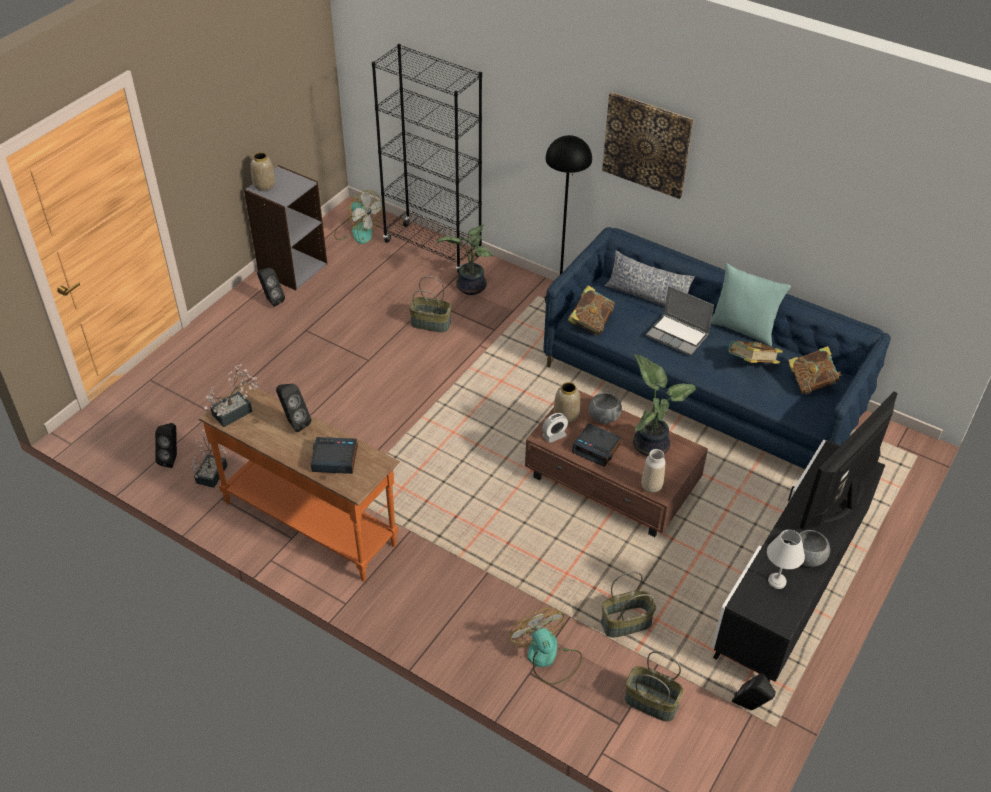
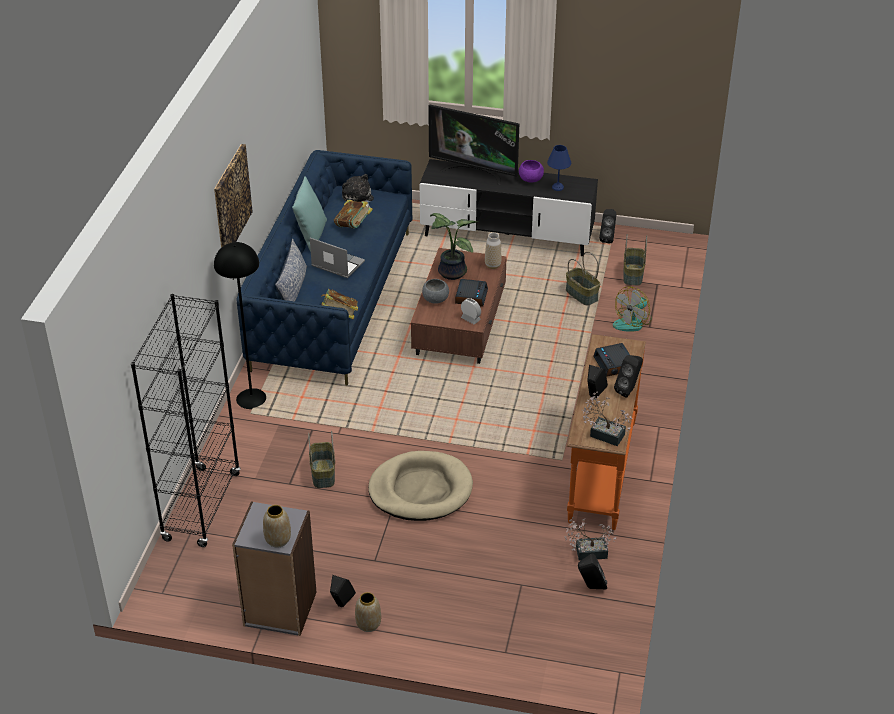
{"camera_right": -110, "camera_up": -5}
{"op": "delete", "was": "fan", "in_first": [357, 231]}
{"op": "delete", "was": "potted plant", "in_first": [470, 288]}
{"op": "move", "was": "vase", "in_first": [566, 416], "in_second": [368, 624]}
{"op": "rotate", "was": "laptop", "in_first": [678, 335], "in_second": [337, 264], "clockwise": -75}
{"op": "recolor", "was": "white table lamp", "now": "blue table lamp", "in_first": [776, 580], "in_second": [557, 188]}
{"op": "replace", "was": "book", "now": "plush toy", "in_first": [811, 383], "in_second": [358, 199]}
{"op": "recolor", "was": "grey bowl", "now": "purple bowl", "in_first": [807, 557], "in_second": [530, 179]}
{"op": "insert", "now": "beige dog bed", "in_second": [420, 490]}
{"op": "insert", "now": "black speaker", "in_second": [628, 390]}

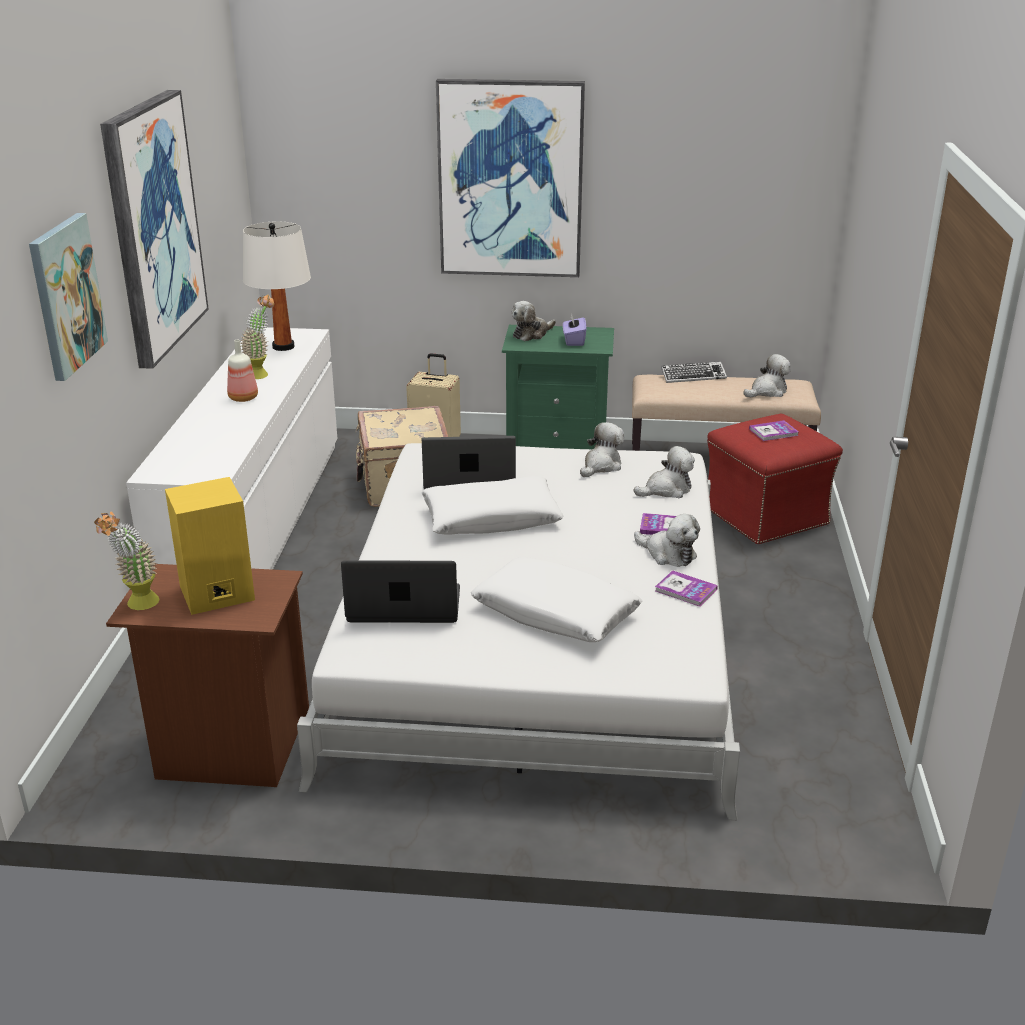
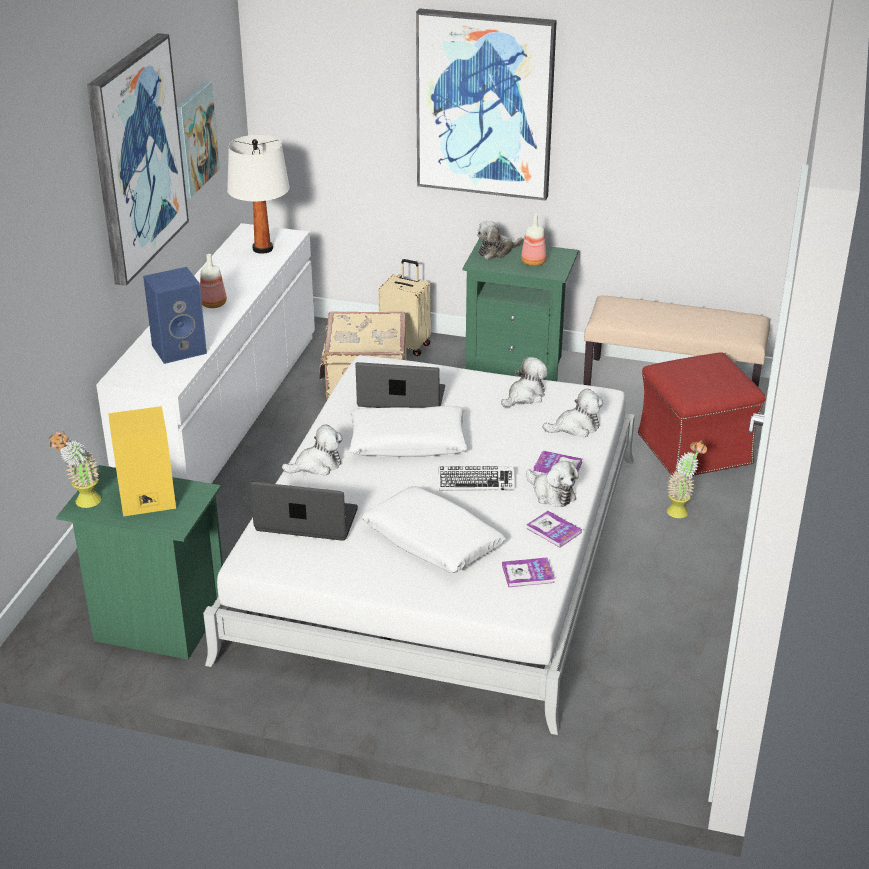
{"camera_right": 10, "camera_up": 5}
{"op": "move", "was": "picture", "in_first": [66, 295], "in_second": [195, 139]}
{"op": "recolor", "was": "brown nightstand", "now": "green nightstand", "in_first": [228, 752], "in_second": [156, 625]}
{"op": "move", "was": "potted plant", "in_first": [262, 373], "in_second": [681, 510]}
{"op": "replace", "was": "purple tissue box", "now": "bottle", "in_first": [574, 341], "in_second": [534, 262]}
{"op": "move", "was": "keyboard", "in_first": [693, 376], "in_second": [476, 482]}
{"op": "move", "was": "plush toy", "in_first": [767, 391], "in_second": [317, 465]}
{"op": "move", "was": "book", "in_first": [773, 432], "in_second": [528, 574]}
{"op": "insert", "now": "blue speaker", "in_second": [180, 348]}

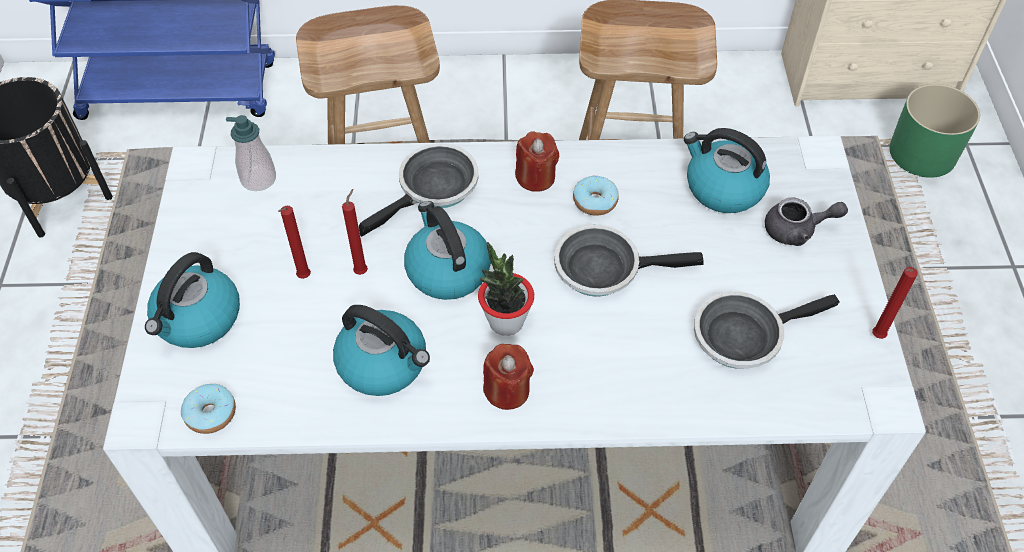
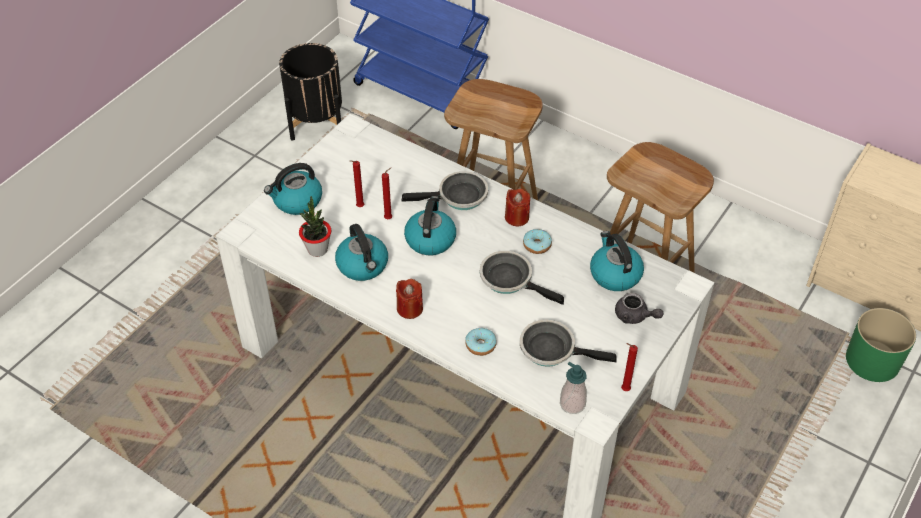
{"camera_right": 35, "camera_up": -5}
{"op": "move", "was": "donut", "in_first": [211, 414], "in_second": [480, 345]}
{"op": "move", "was": "soap dispenser", "in_first": [258, 179], "in_second": [572, 404]}
{"op": "move", "was": "potted plant", "in_first": [506, 321], "in_second": [317, 249]}

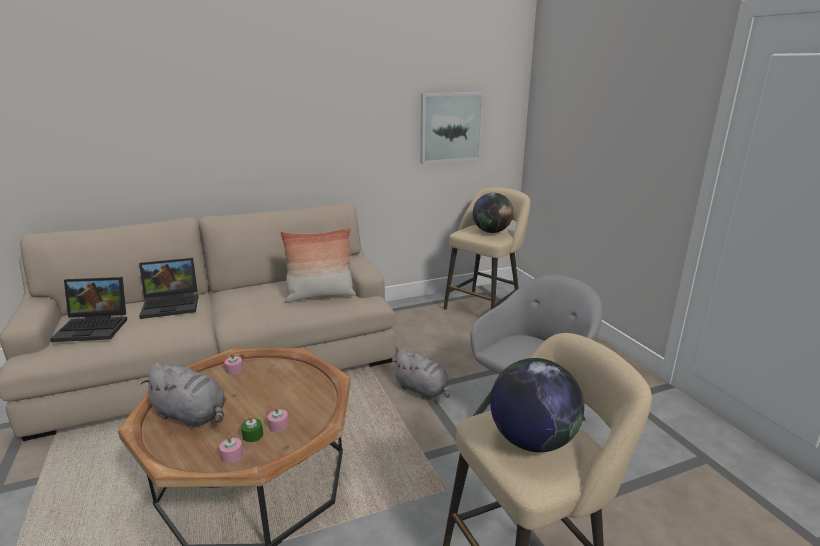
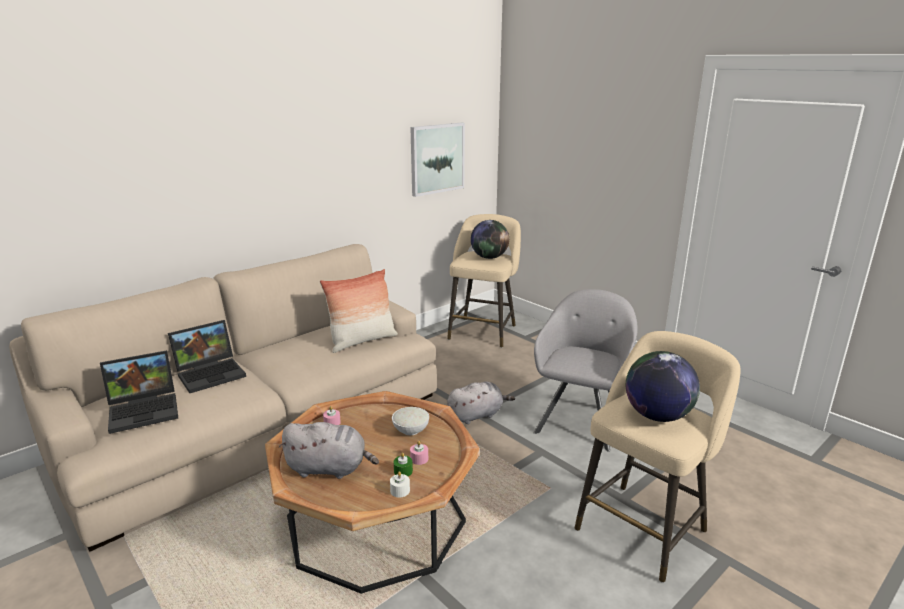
{"camera_right": -20, "camera_up": 0}
{"op": "recolor", "was": "pink candle", "now": "white candle", "in_first": [232, 455], "in_second": [400, 490]}
{"op": "rotate", "was": "grey plush toy", "in_first": [422, 390], "in_second": [477, 415], "clockwise": -45}
{"op": "insert", "now": "white bowl", "in_second": [411, 430]}

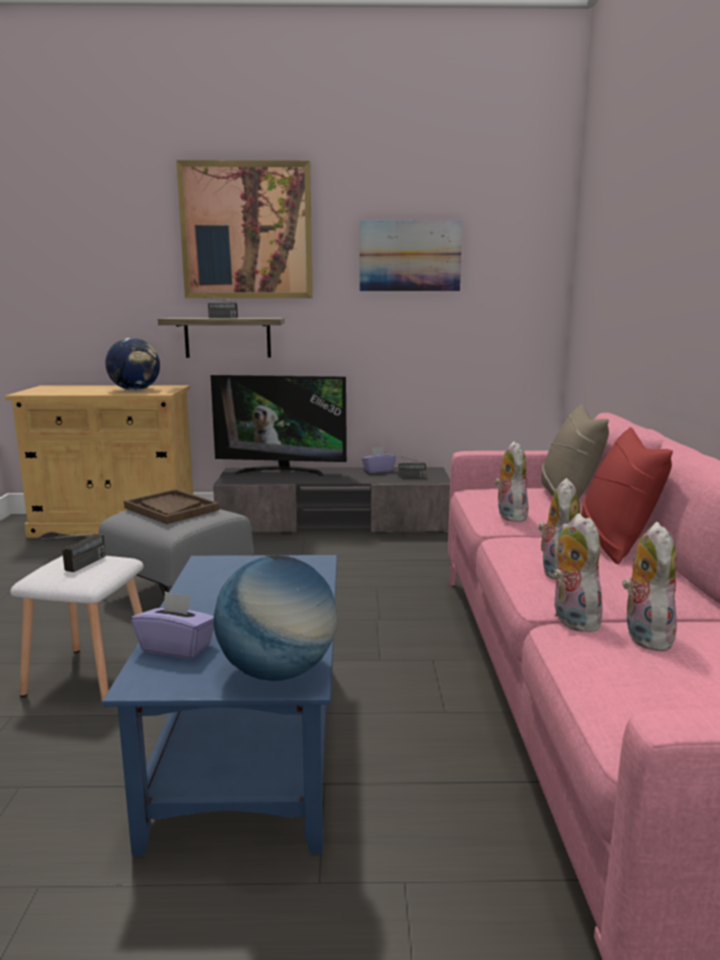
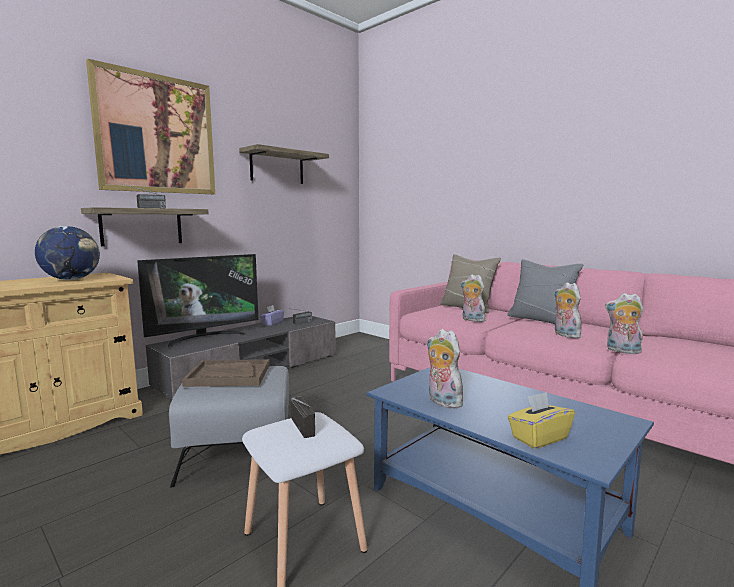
{"camera_right": -45, "camera_up": -5}
{"op": "recolor", "was": "purple tissue box", "now": "yellow tissue box", "in_first": [177, 647], "in_second": [539, 438]}
{"op": "delete", "was": "globe", "in_first": [277, 672]}
{"op": "replace", "was": "picture", "now": "shelf", "in_first": [410, 256], "in_second": [277, 167]}
{"op": "recolor", "was": "red pillow", "now": "grey pillow", "in_first": [615, 543], "in_second": [541, 320]}
{"op": "move", "was": "plush toy", "in_first": [643, 635], "in_second": [442, 402]}

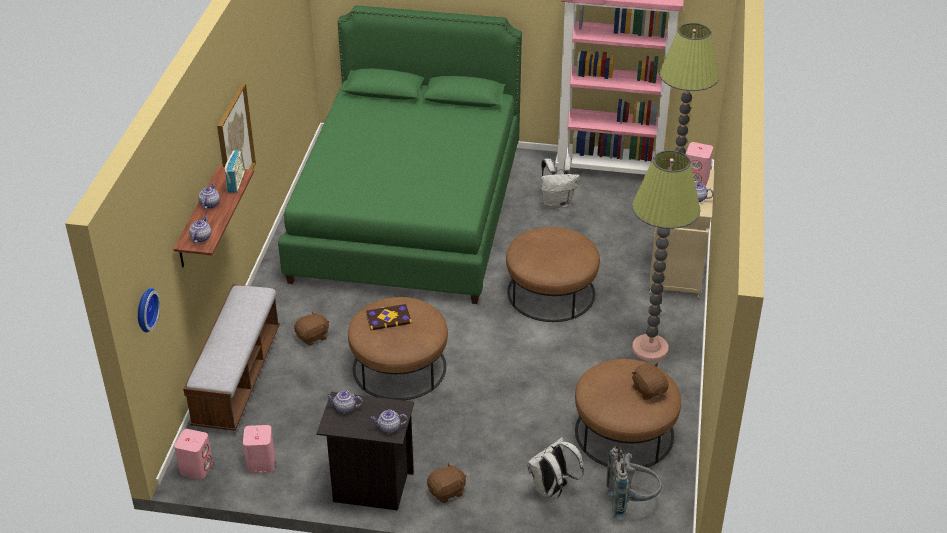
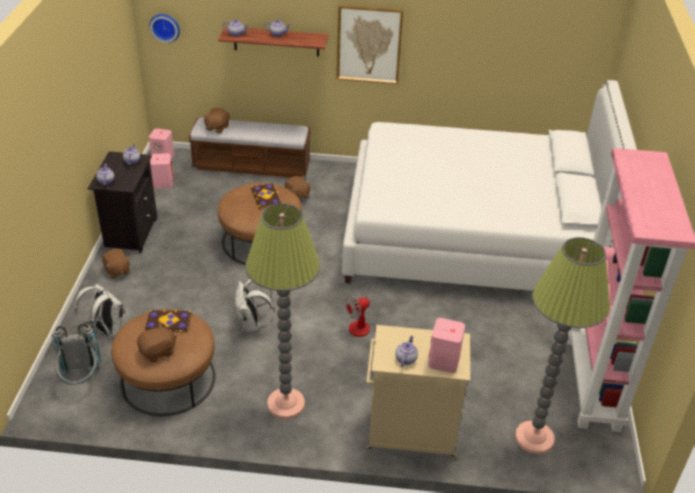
{"camera_right": 85, "camera_up": 0}
{"op": "delete", "was": "radio", "in_first": [236, 182]}
{"op": "recolor", "was": "green bed", "now": "white bed", "in_first": [408, 212], "in_second": [471, 237]}
{"op": "replace", "was": "brown ottoman", "now": "fan", "in_first": [551, 292], "in_second": [367, 331]}
{"op": "move", "was": "white backpack", "in_first": [557, 203], "in_second": [252, 325]}
{"op": "insert", "now": "book", "in_second": [168, 322]}
{"op": "insert", "now": "brown plush toy", "in_second": [217, 128]}

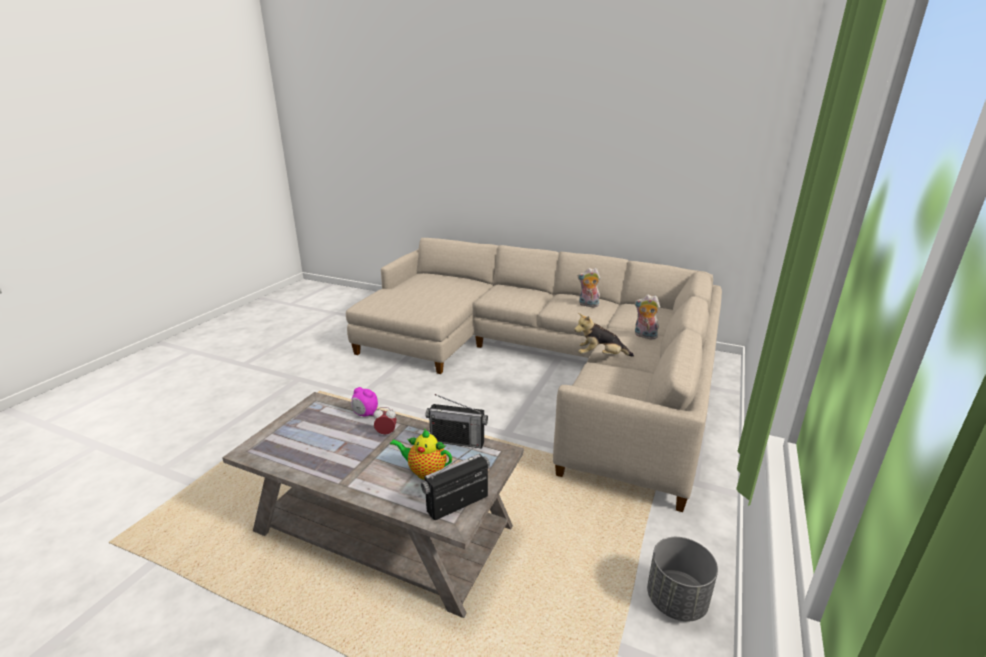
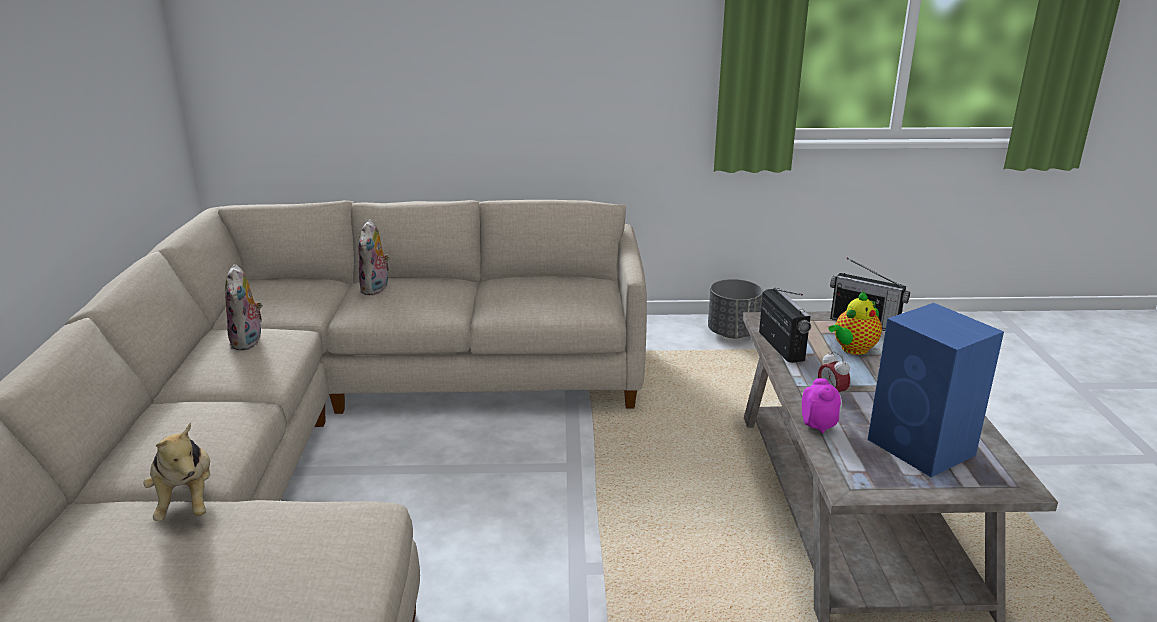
{"camera_right": -115, "camera_up": 0}
{"op": "rotate", "was": "teapot", "in_first": [425, 472], "in_second": [852, 349], "clockwise": 60}
{"op": "move", "was": "plush toy", "in_first": [600, 356], "in_second": [186, 501]}
{"op": "insert", "now": "blue speaker", "in_second": [923, 448]}

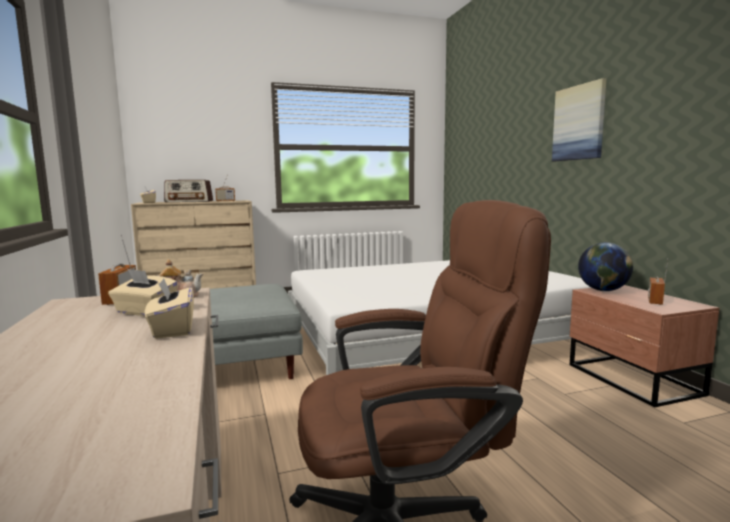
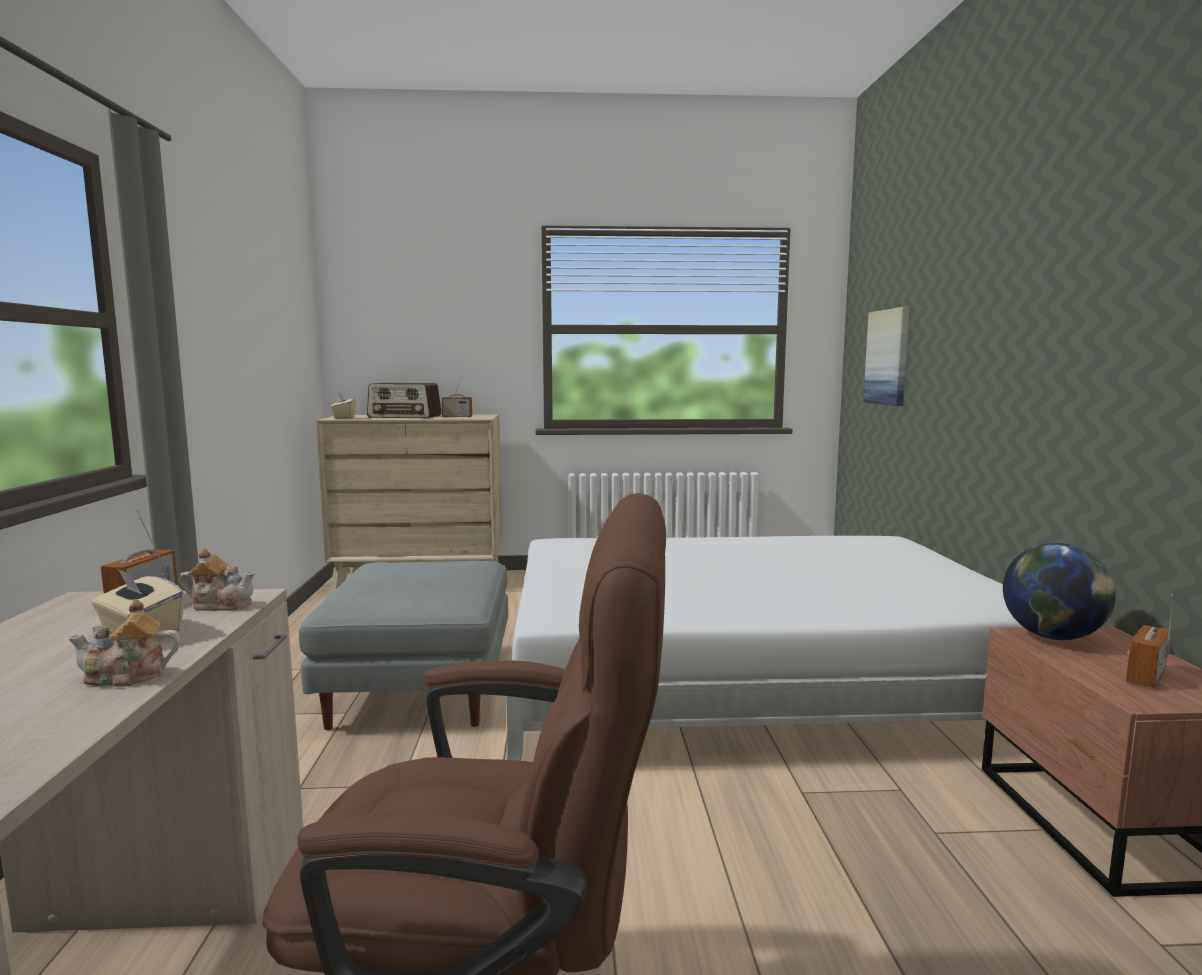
{"camera_right": 15, "camera_up": 0}
{"op": "replace", "was": "beige tissue box", "now": "teapot", "in_first": [172, 330], "in_second": [127, 677]}
{"op": "move", "was": "picture", "in_first": [579, 123], "in_second": [888, 357]}

